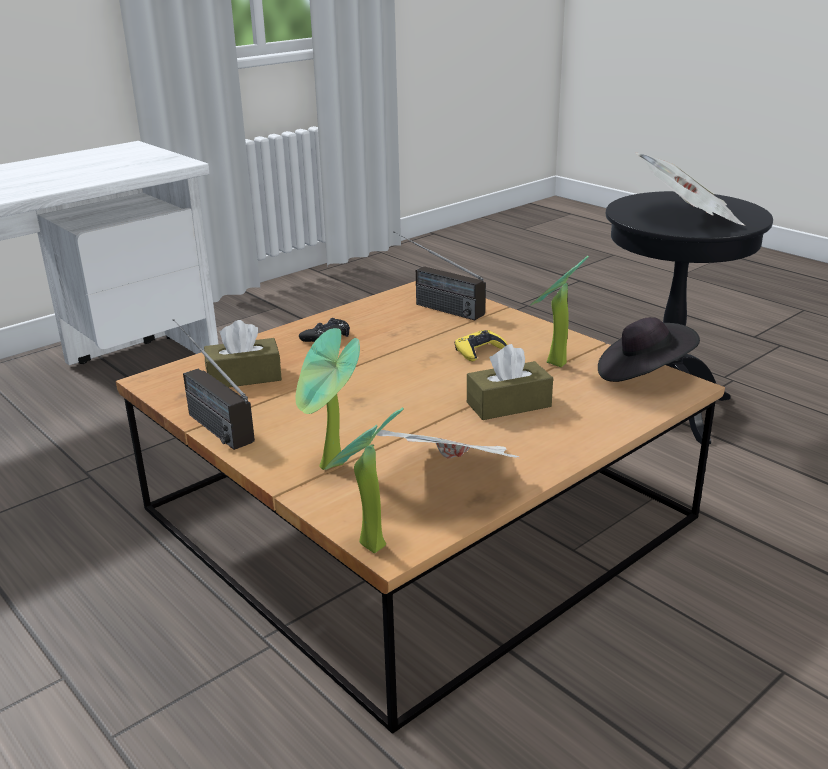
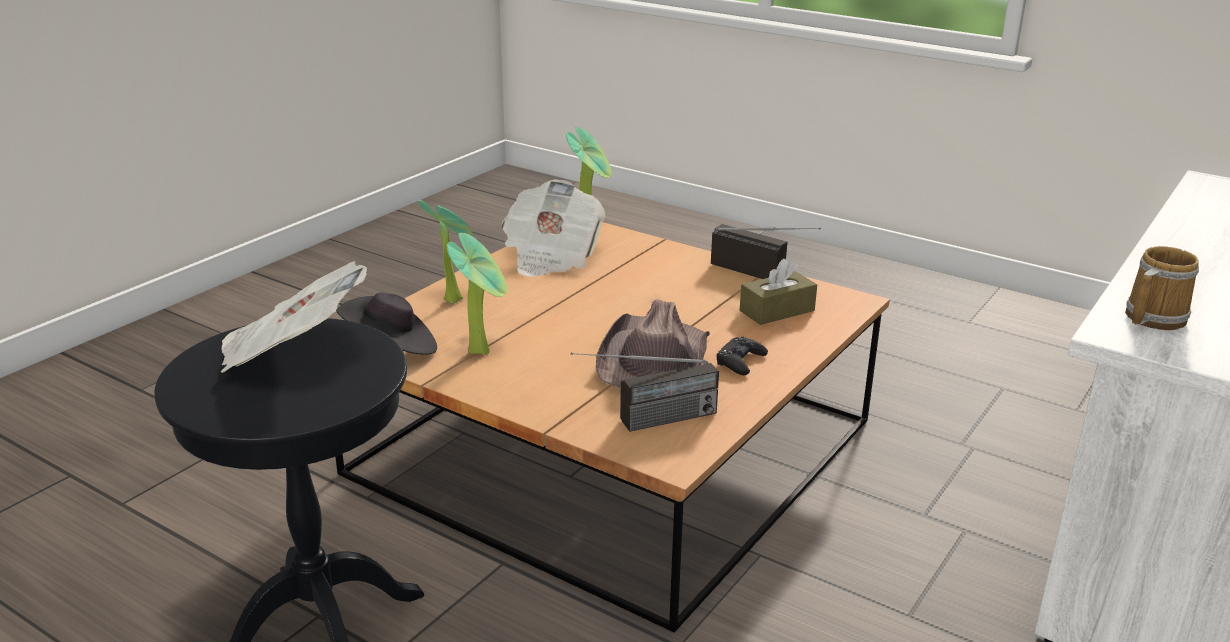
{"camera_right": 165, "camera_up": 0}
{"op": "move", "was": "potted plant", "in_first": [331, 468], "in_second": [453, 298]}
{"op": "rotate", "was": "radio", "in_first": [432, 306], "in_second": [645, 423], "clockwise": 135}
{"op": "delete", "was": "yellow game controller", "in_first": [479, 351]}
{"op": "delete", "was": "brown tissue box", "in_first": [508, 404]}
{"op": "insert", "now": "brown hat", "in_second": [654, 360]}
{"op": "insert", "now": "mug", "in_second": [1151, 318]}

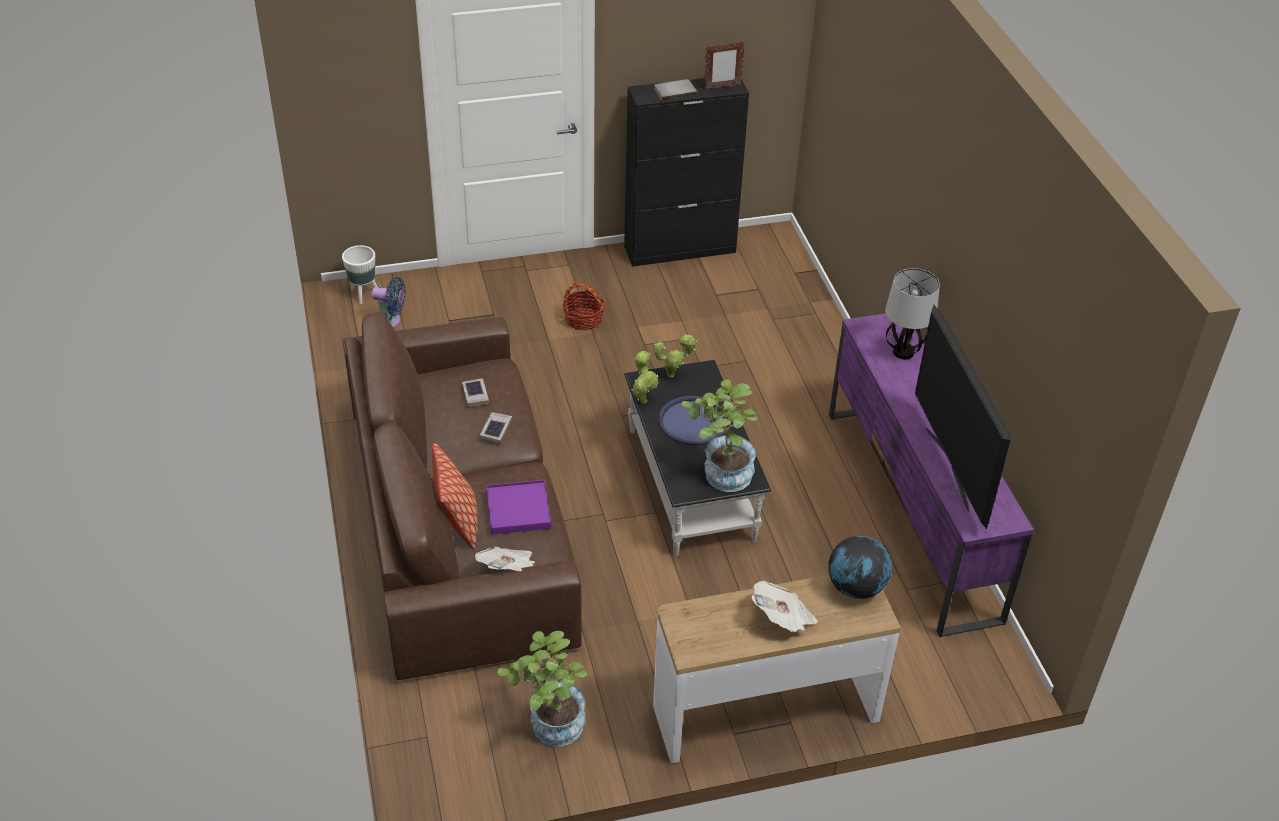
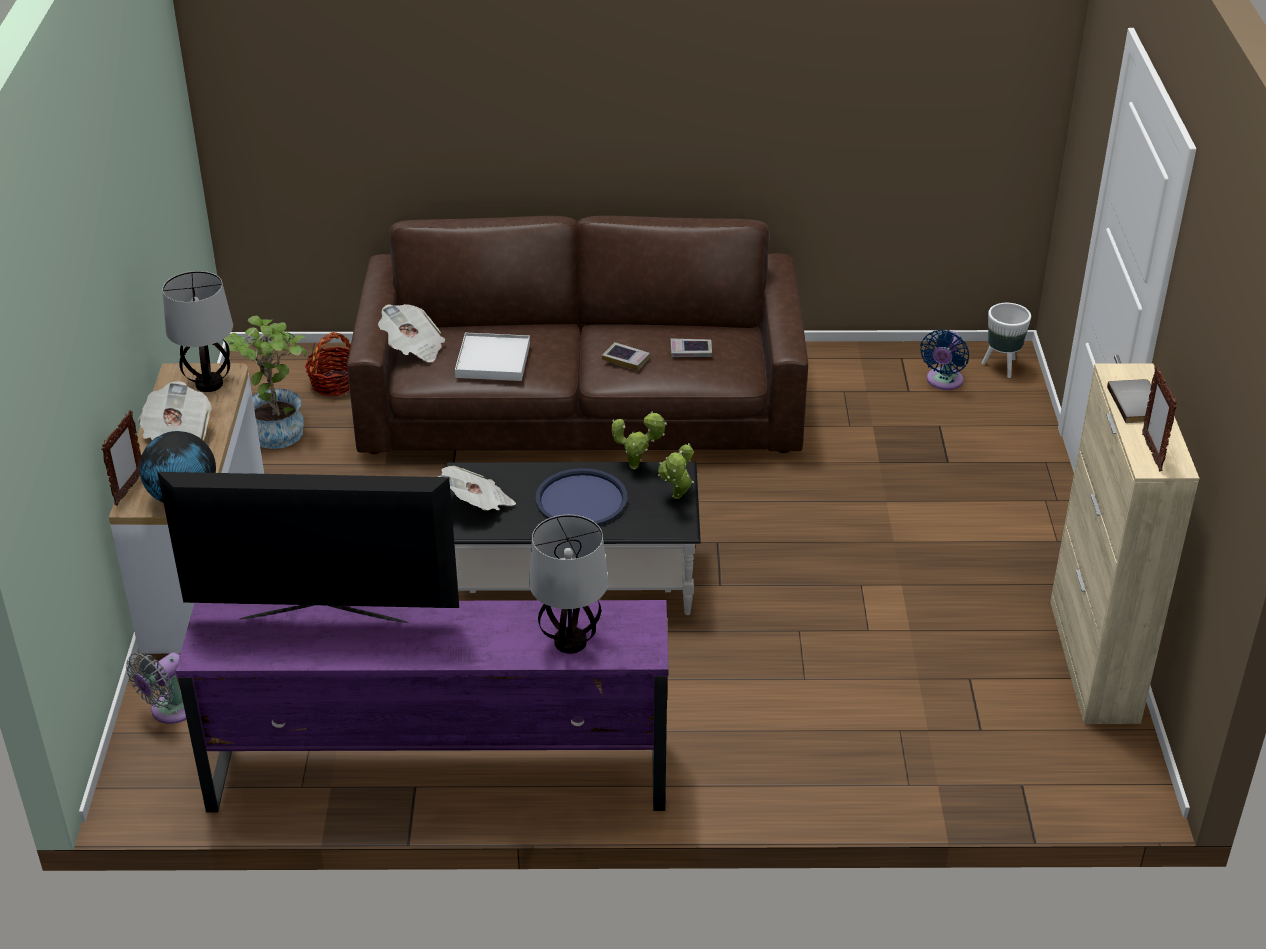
{"camera_right": 105, "camera_up": -5}
{"op": "delete", "was": "pillow", "in_first": [458, 522]}
{"op": "recolor", "was": "purple tray", "now": "white tray", "in_first": [518, 509], "in_second": [493, 360]}
{"op": "move", "was": "basket", "in_first": [583, 319], "in_second": [335, 383]}
{"op": "recolor", "was": "black cabinet", "now": "beige cabinet", "in_first": [680, 249], "in_second": [1093, 661]}
{"op": "replace", "was": "potted plant", "now": "newspaper", "in_first": [720, 475], "in_second": [478, 504]}
{"op": "insert", "now": "picture frame", "in_second": [129, 489]}
{"op": "insert", "now": "grey fan", "in_second": [169, 710]}
{"op": "insert", "now": "table lamp", "in_second": [208, 384]}

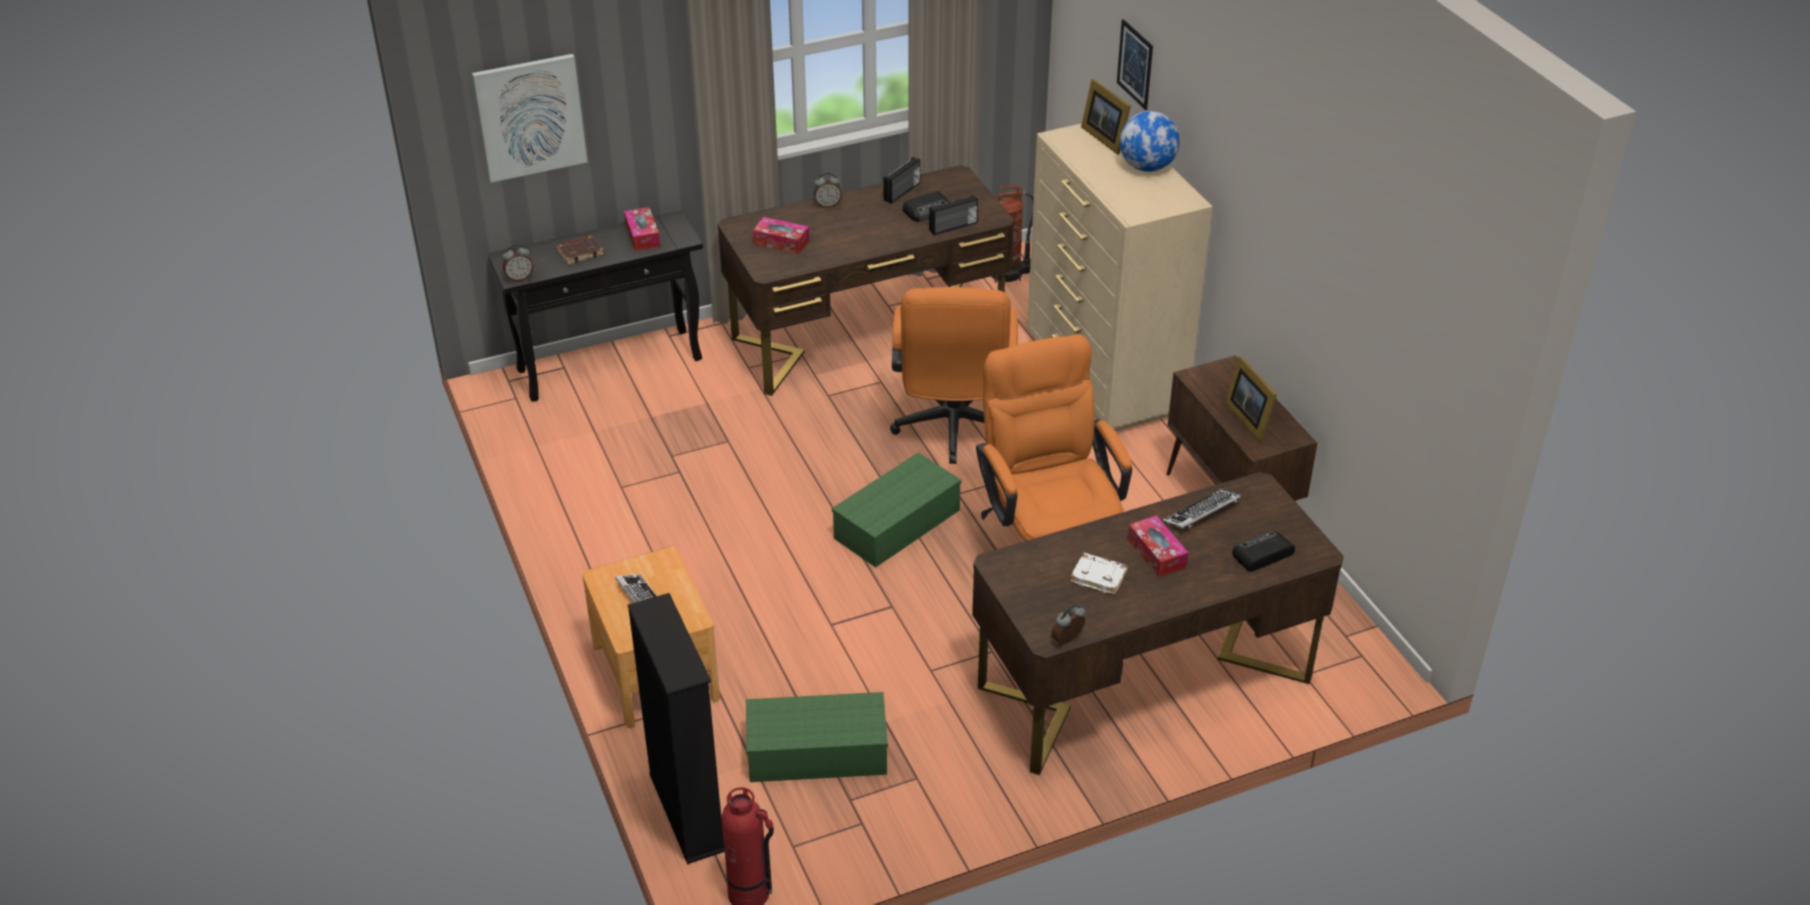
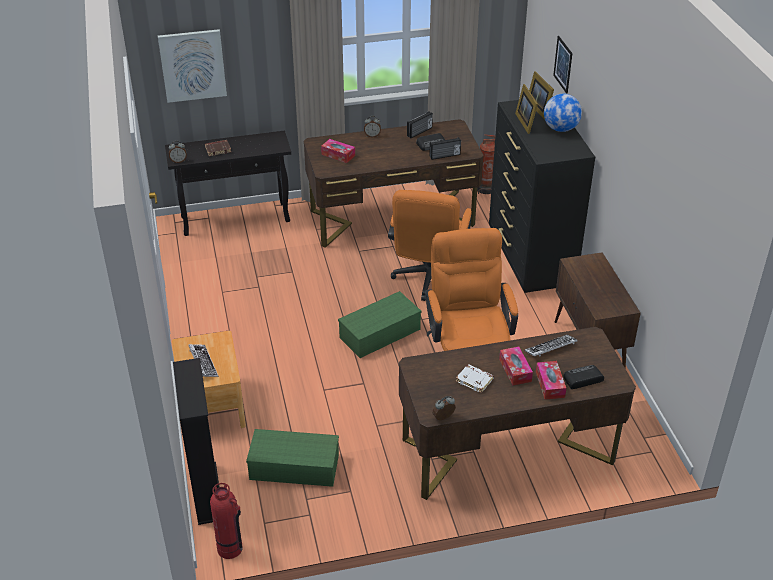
{"camera_right": 10, "camera_up": 0}
{"op": "move", "was": "tissue box", "in_first": [642, 235], "in_second": [550, 384]}
{"op": "recolor", "was": "beige dresser", "now": "black dresser", "in_first": [1103, 379], "in_second": [529, 259]}
{"op": "move", "was": "picture frame", "in_first": [1249, 418], "in_second": [526, 122]}

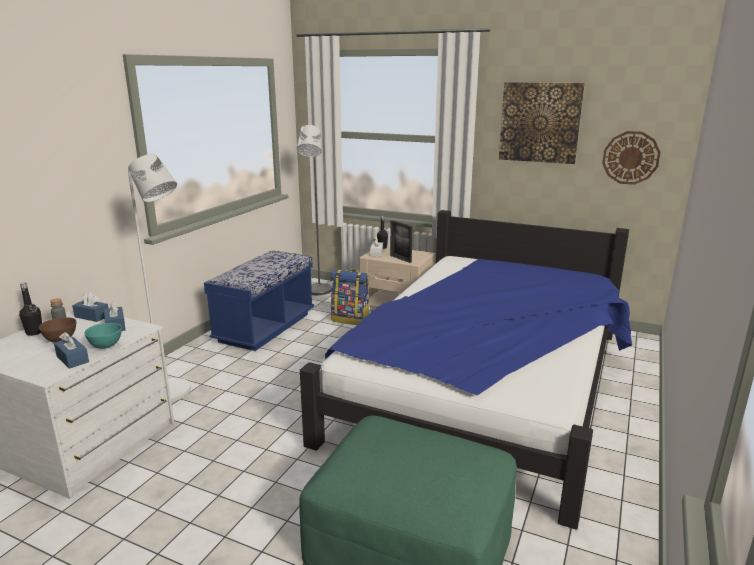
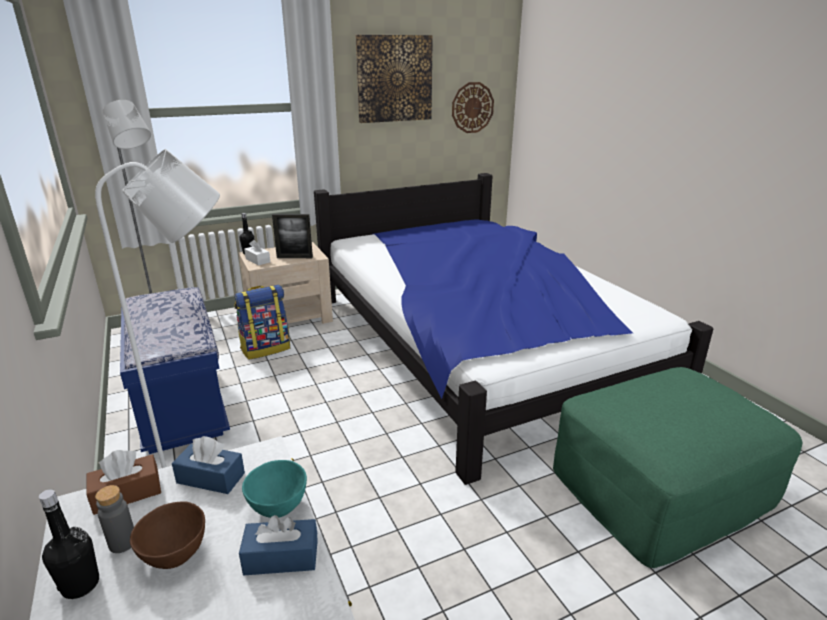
{"camera_right": -50, "camera_up": 5}
{"op": "recolor", "was": "blue tissue box", "now": "brown tissue box", "in_first": [92, 316], "in_second": [127, 493]}

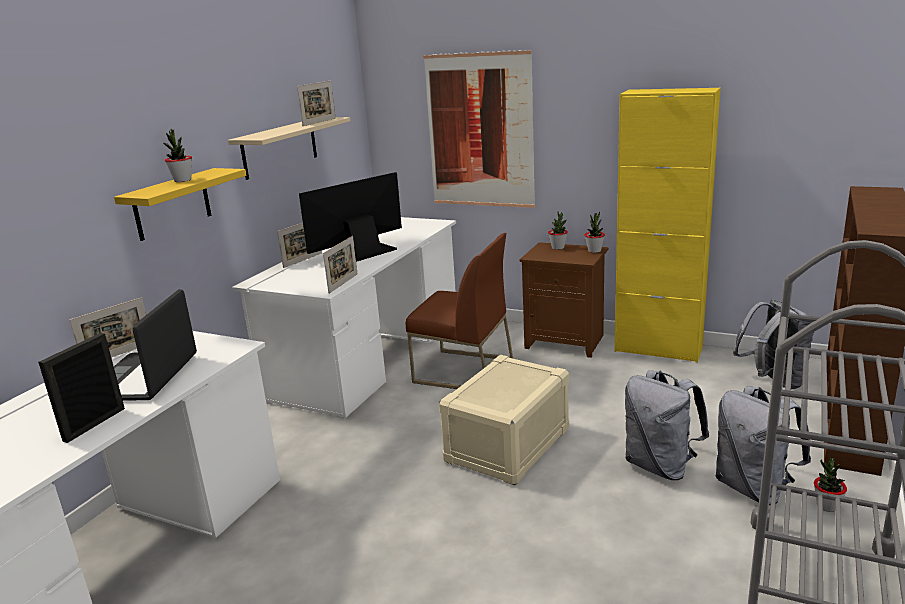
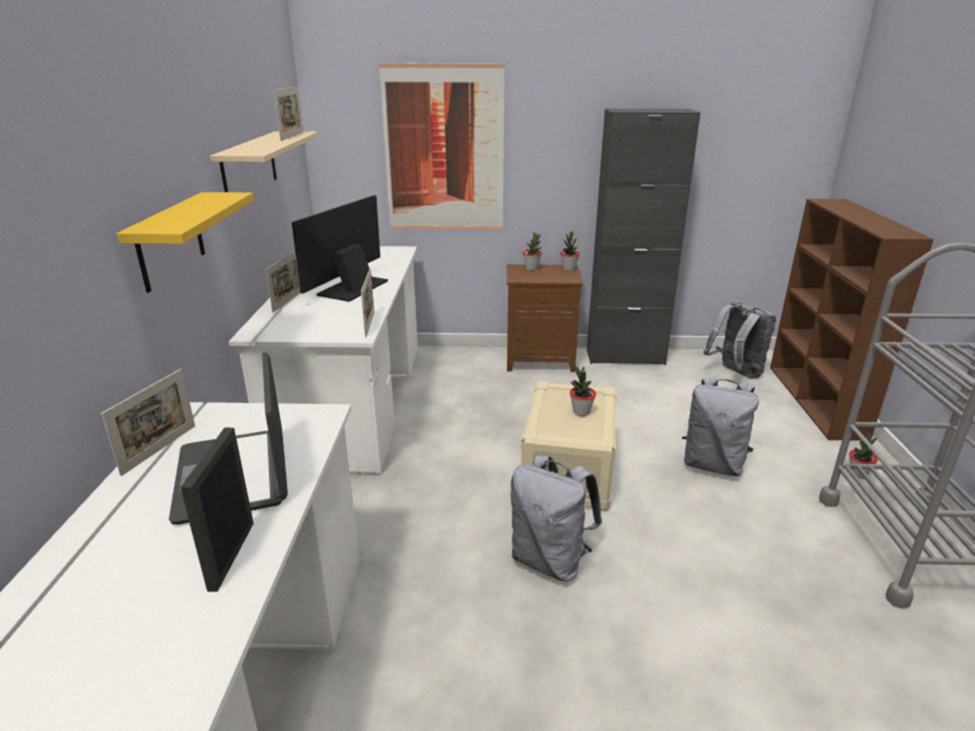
{"camera_right": -25, "camera_up": 5}
{"op": "move", "was": "potted plant", "in_first": [182, 180], "in_second": [581, 412]}
{"op": "delete", "was": "brown chair", "in_first": [462, 371]}
{"op": "recolor", "was": "yellow cabinet", "now": "black cabinet", "in_first": [658, 349], "in_second": [625, 357]}
{"op": "move", "was": "grey backpack", "in_first": [754, 488], "in_second": [550, 560]}

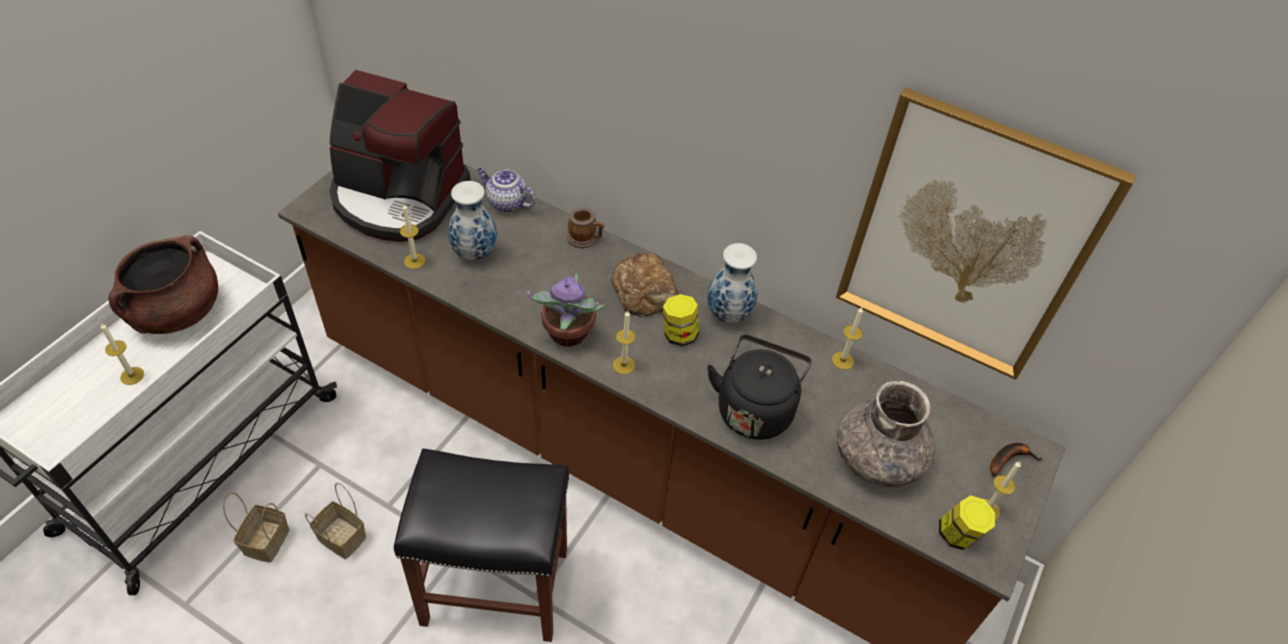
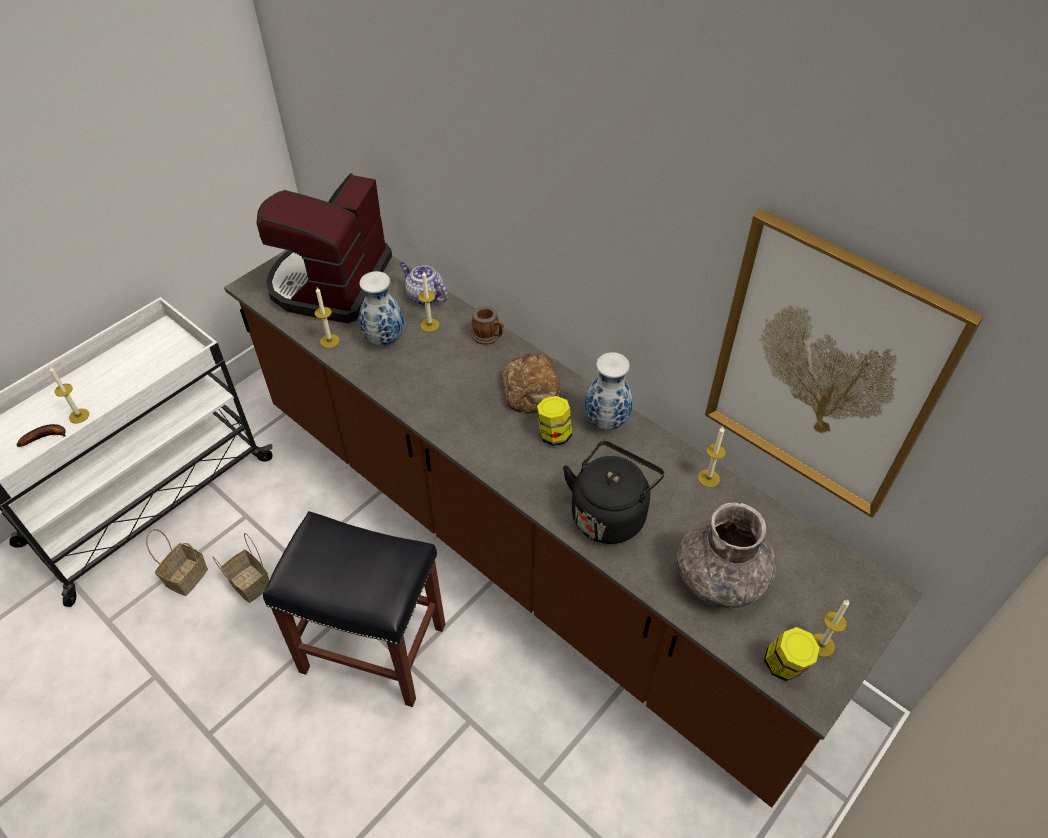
{"camera_right": 15, "camera_up": 0}
{"op": "delete", "was": "brown cooking pot", "in_first": [176, 312]}
{"op": "rotate", "was": "coffee machine", "in_first": [398, 197], "in_second": [330, 283], "clockwise": 75}
{"op": "delete", "was": "potted plant", "in_first": [567, 334]}
{"op": "move", "was": "candle", "in_first": [623, 365], "in_second": [429, 325]}
{"op": "move", "was": "banana", "in_first": [1009, 459], "in_second": [47, 437]}

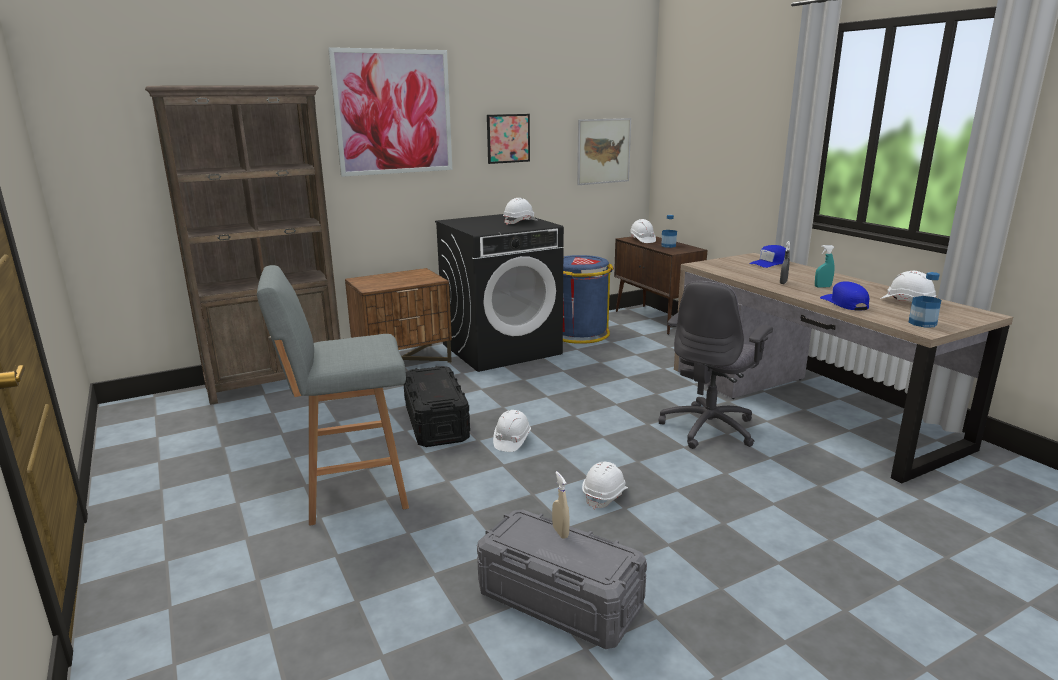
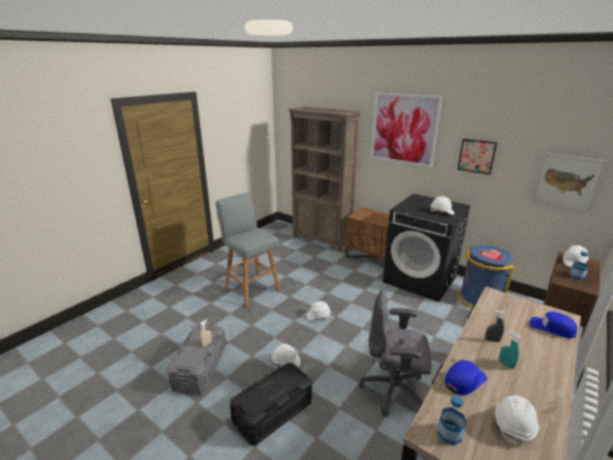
{"camera_right": 65, "camera_up": 5}
{"op": "move", "was": "black storage box", "in_first": [436, 422], "in_second": [273, 412]}

